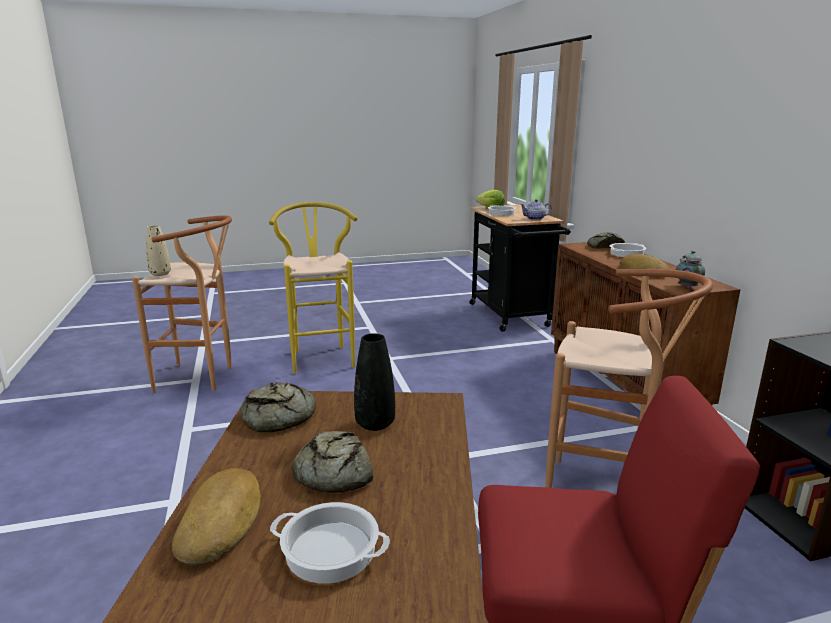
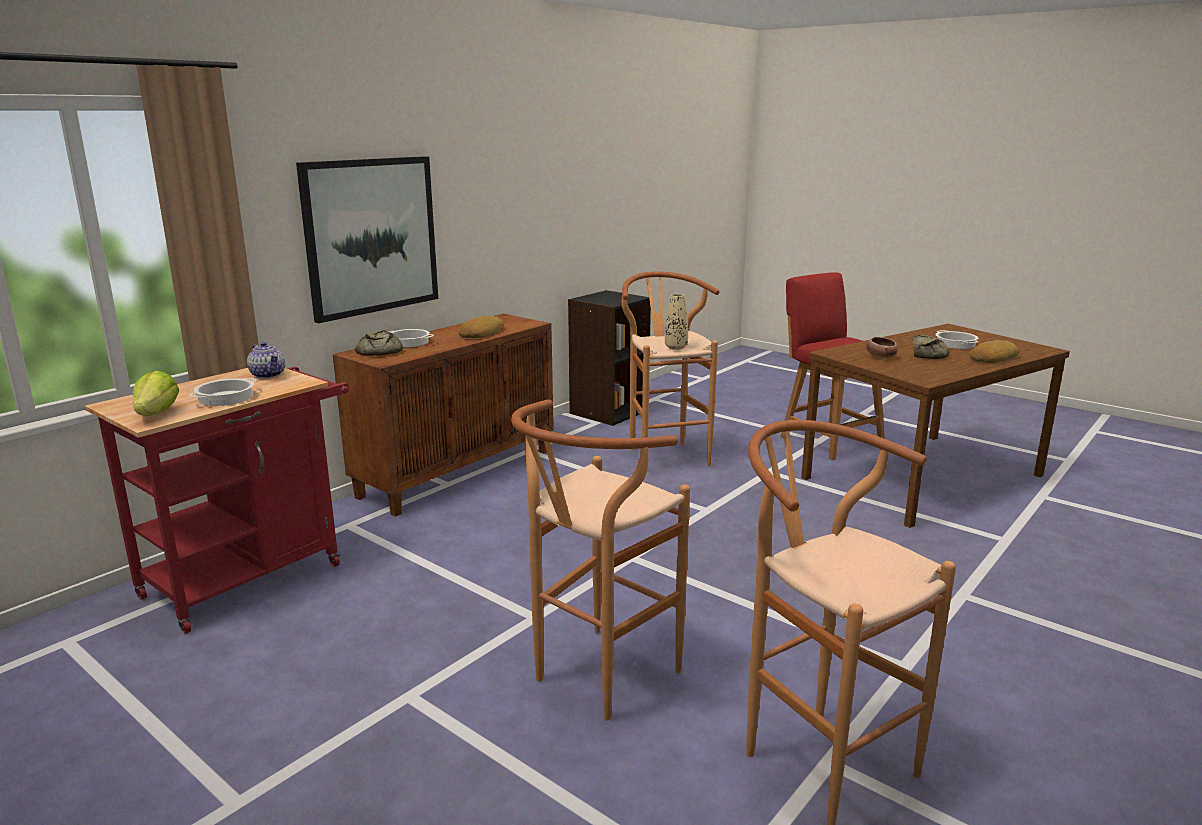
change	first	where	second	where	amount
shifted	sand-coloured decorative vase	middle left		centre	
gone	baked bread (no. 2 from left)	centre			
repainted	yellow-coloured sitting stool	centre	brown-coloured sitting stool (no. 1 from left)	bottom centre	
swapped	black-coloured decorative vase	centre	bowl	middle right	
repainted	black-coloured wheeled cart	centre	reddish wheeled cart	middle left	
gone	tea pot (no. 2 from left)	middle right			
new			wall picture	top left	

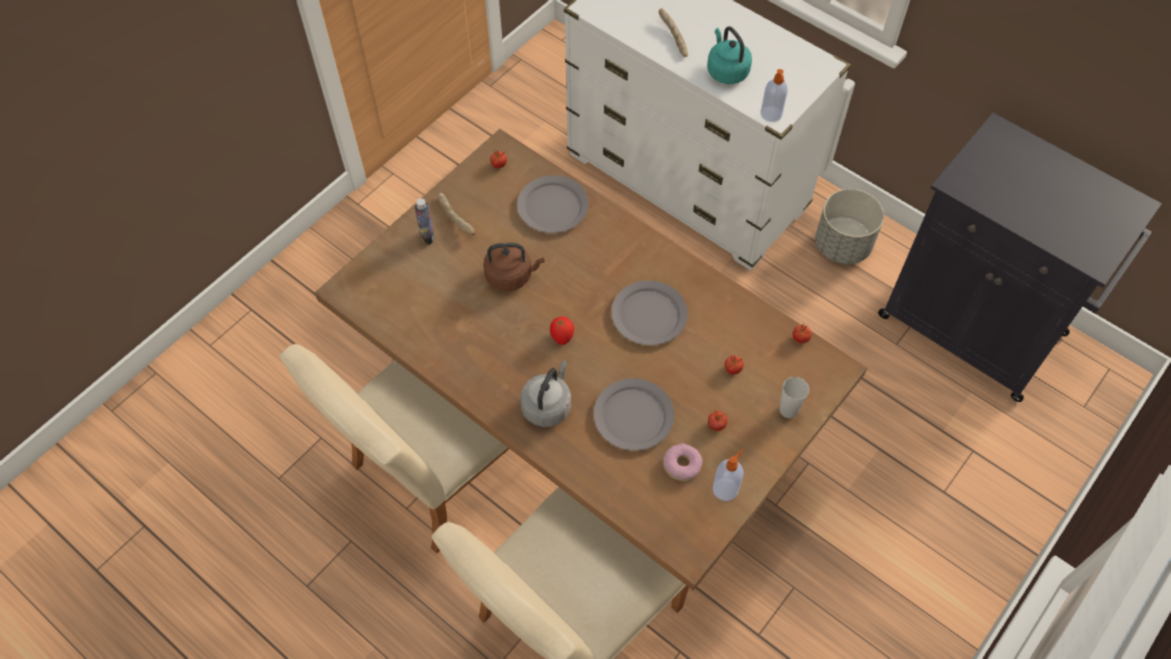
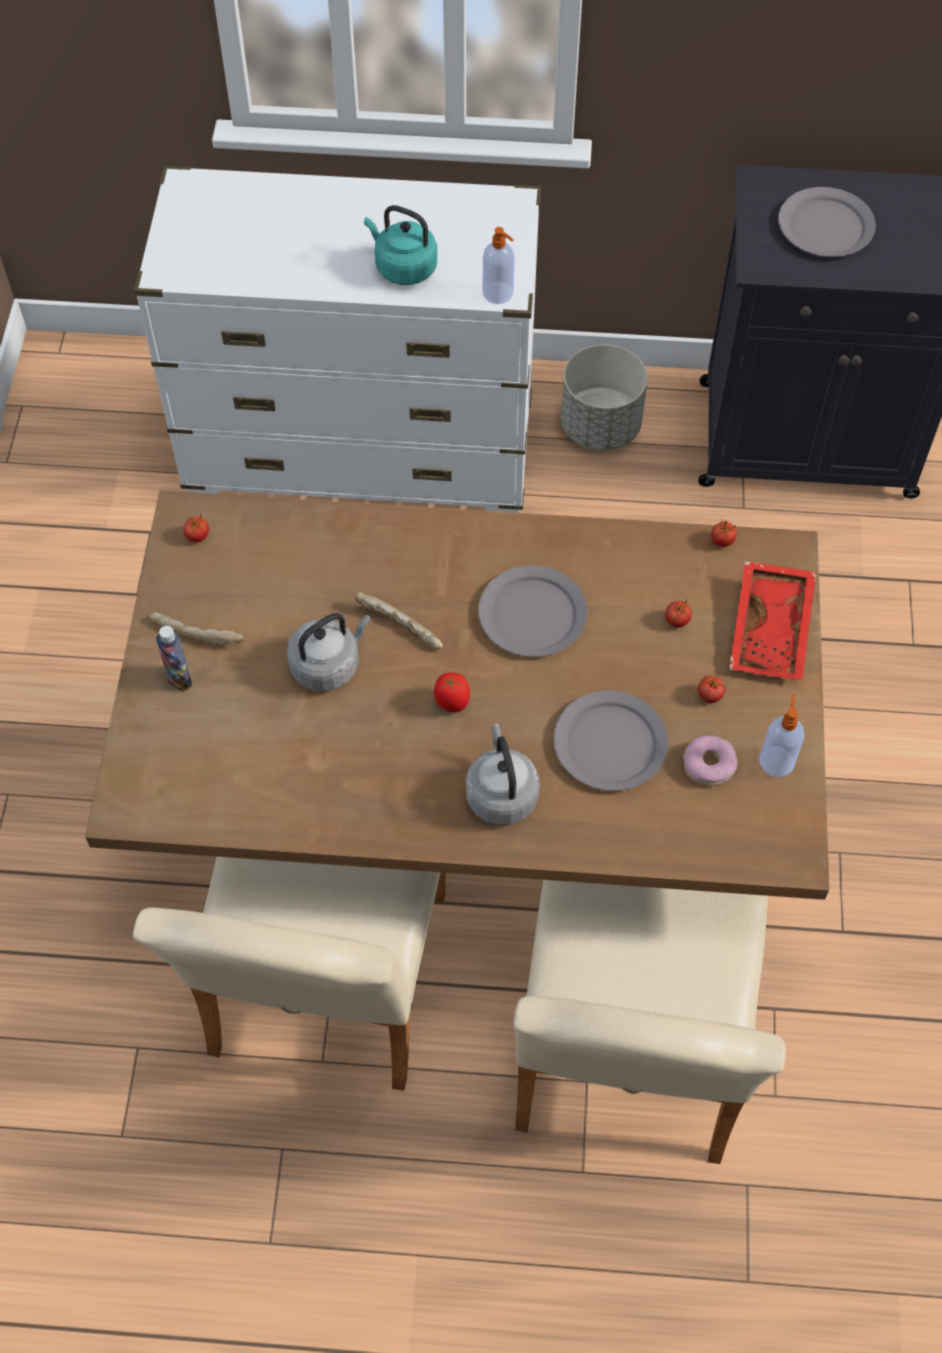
change	first	where	second	where	amount
repainted	brown-coloured kettle	centre	greyish kettle (no. 1 from left)	centre	
shifted	greyish plate (no. 1 from left in the first image)	top centre	greyish plate (no. 3 from left)	top right	
shifted	baked bread (no. 2 from left)	top centre		centre	
swapped	drinking cup	middle right	reddish serving tray	middle right	

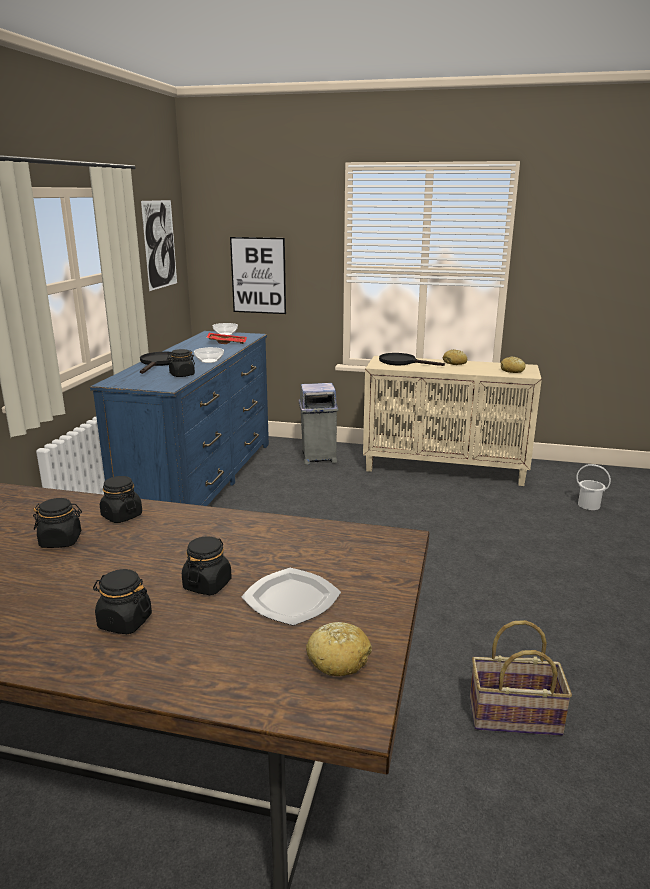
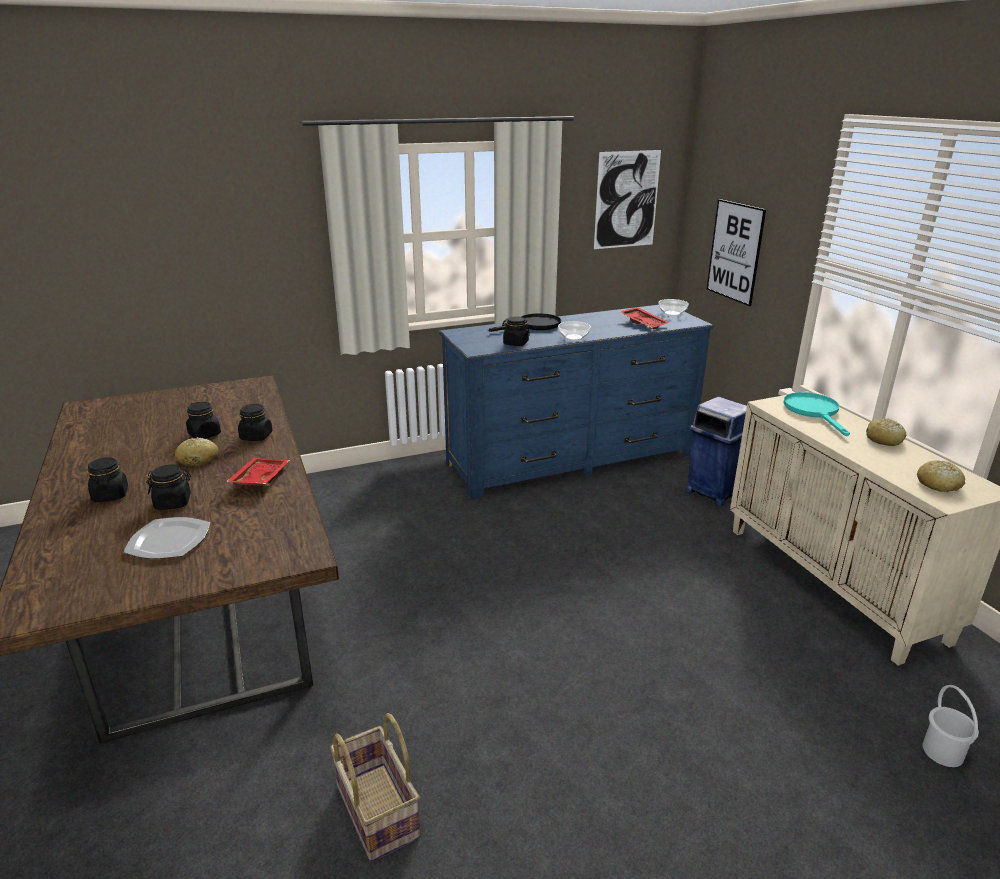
change	first	where	second	where	amount
repainted	greyish waste bin	centre	blue-coloured waste bin	middle right	
shifted	baked bread (no. 1 from left)	bottom centre		middle left	
repainted	black-coloured pan (no. 2 from left)	centre	turquoise pan	middle right	
new			reddish serving tray (no. 1 from left)	middle left	

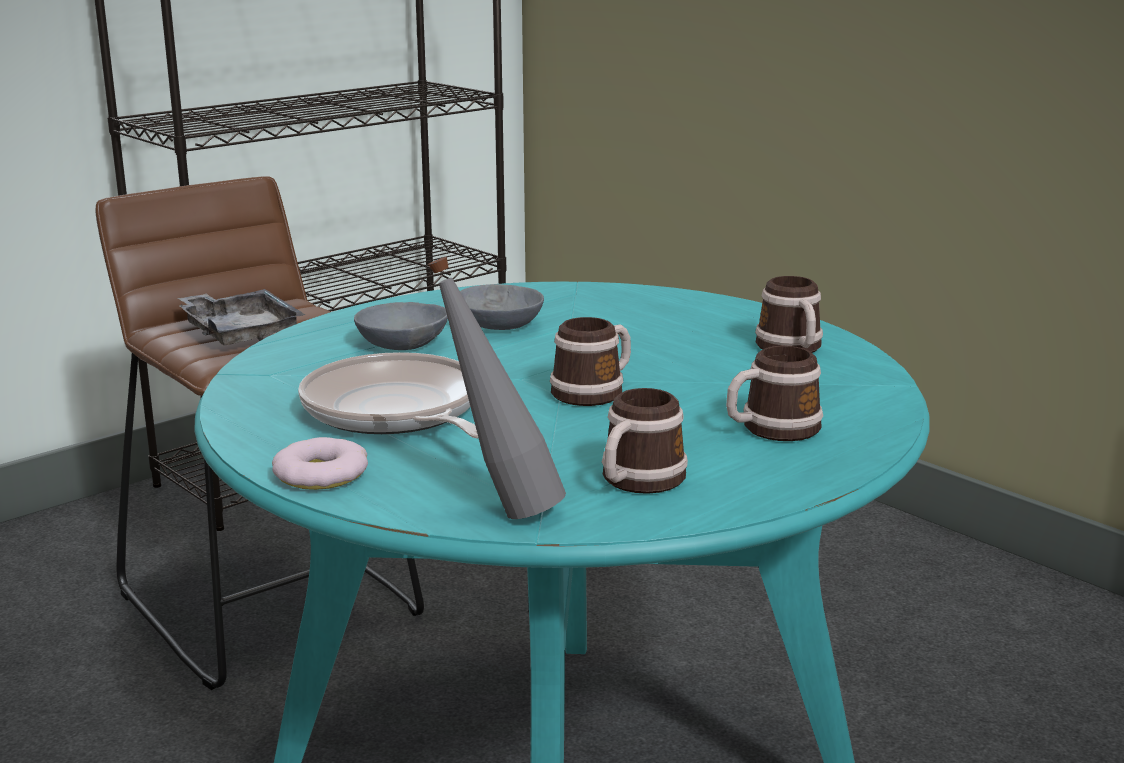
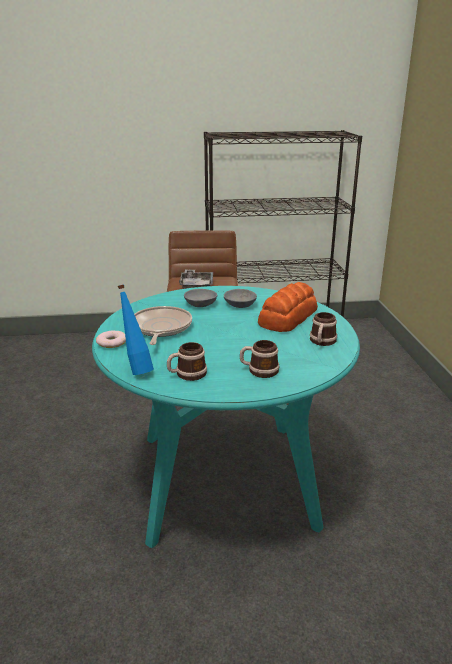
change	first	where	second	where	amount
repainted	greyish bottle	centre	blue-coloured bottle	middle left	
gone	coffee mug (no. 1 from left)	centre			
new			baked bread	centre	

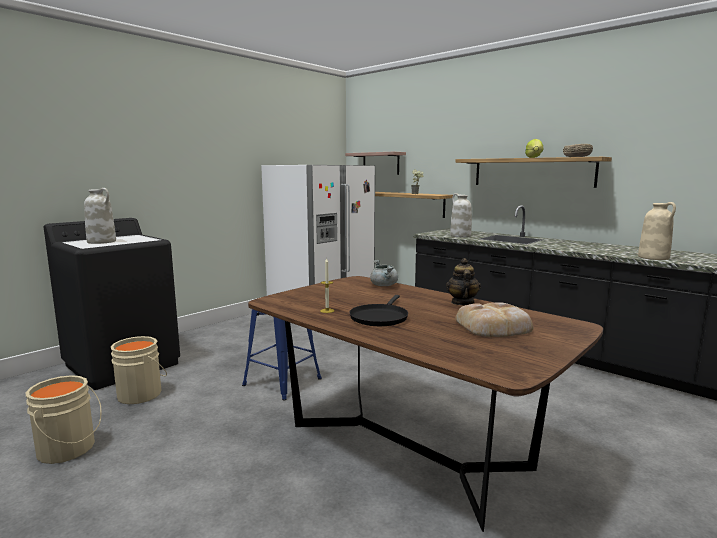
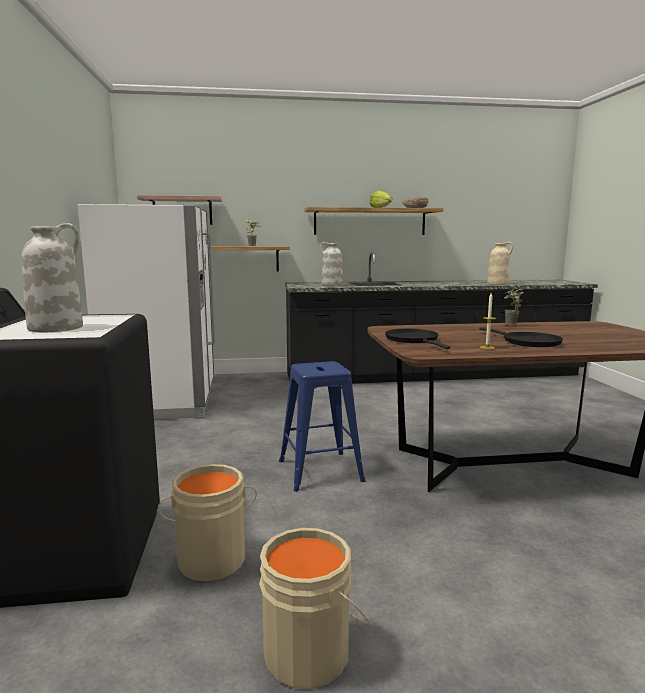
change	first	where	second	where	amount
gone	greyish stockpot	centre			
swapped	tea pot	centre	plant in a pot (no. 2 from left)	middle right	
gone	baked bread	middle right			
new			black-coloured pan (no. 1 from left)	centre	

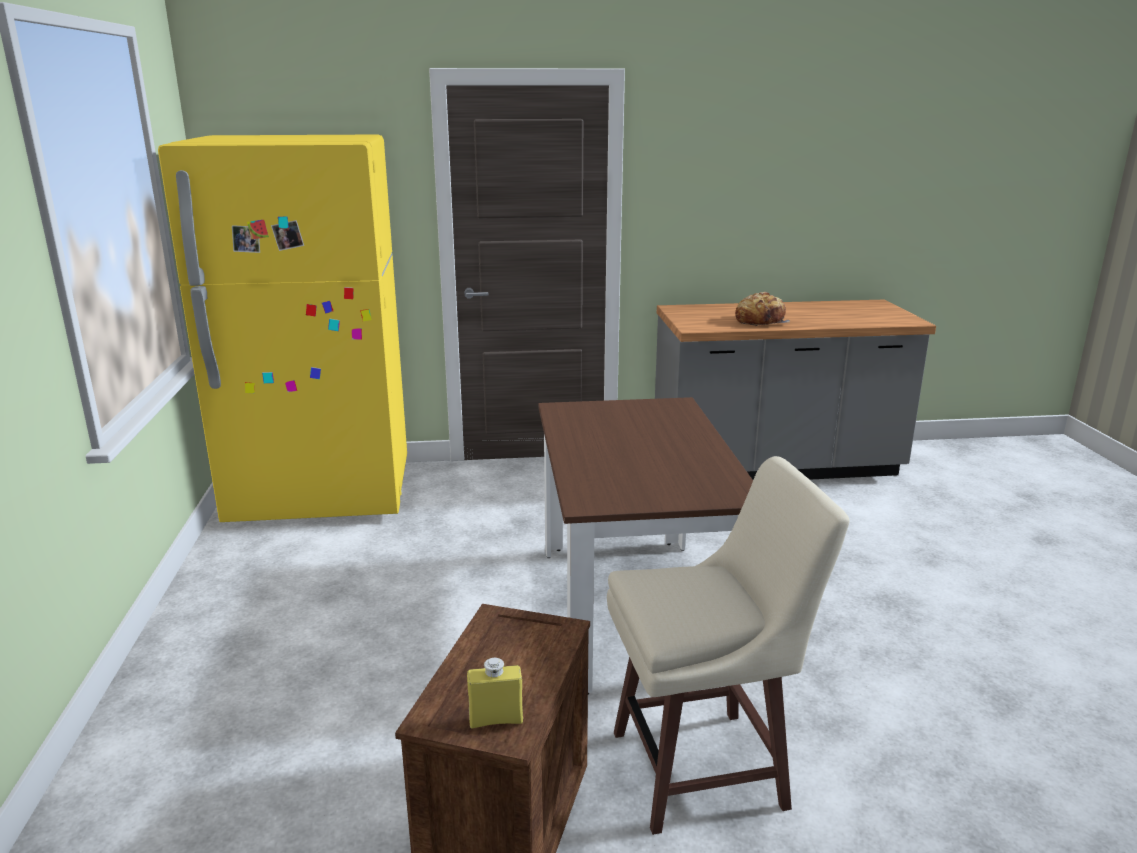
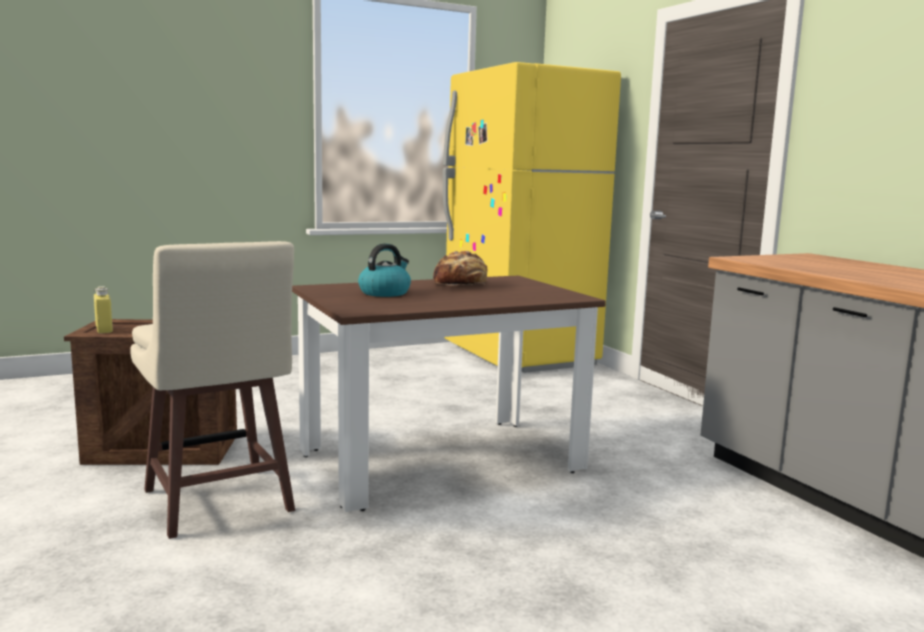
change	first	where	second	where	amount
shifted	baked bread	middle right		centre	
new			kettle	centre	

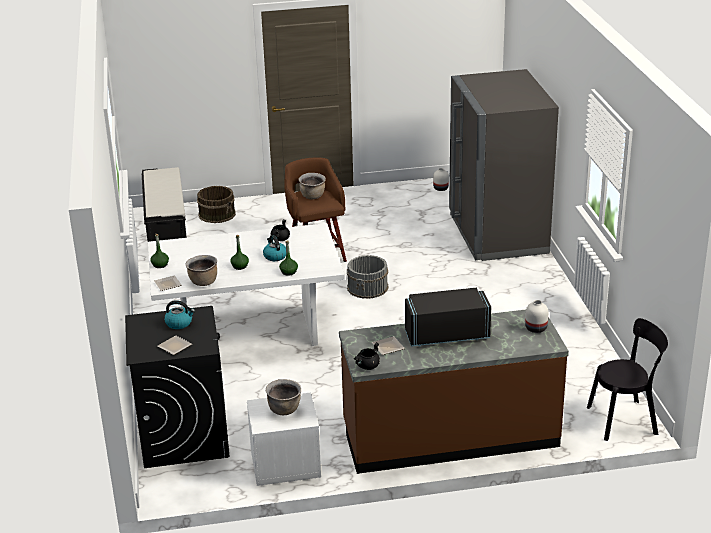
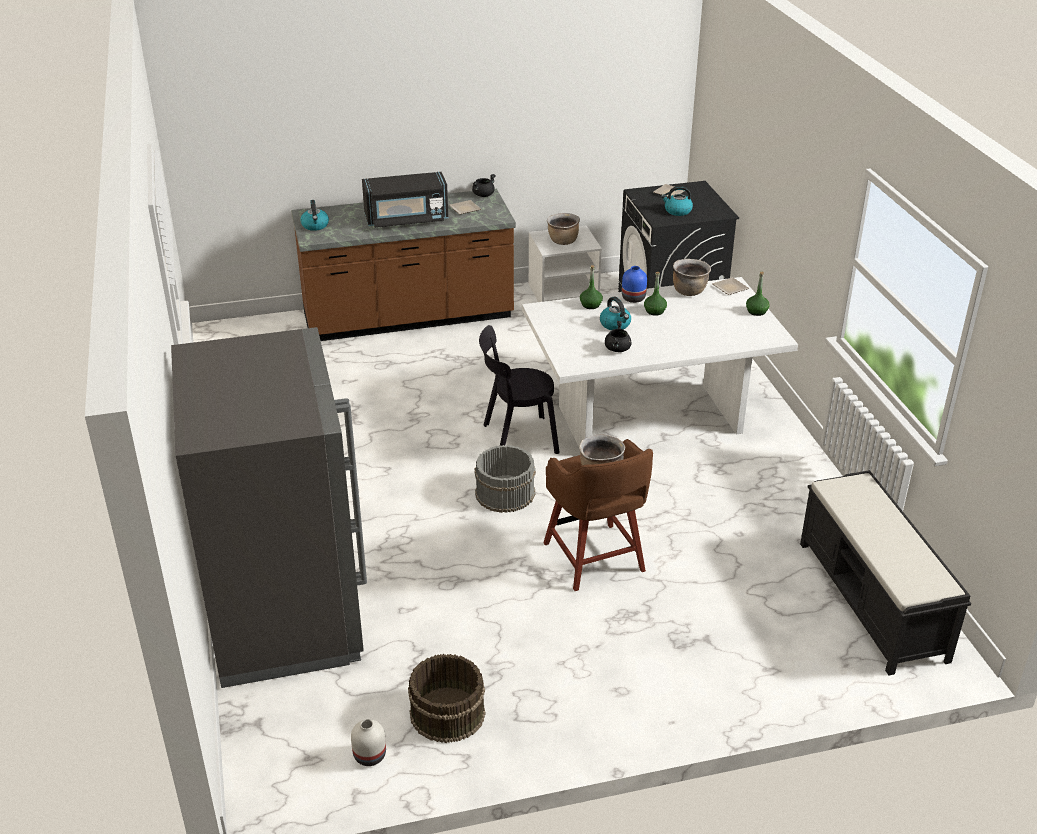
change	first	where	second	where	amount
shifted	brown-coloured water bucket	middle left		bottom centre	
swapped	whitish decorative vase (no. 2 from left)	middle right	kettle (no. 1 from left)	top left	
shifted	black-coloured chair	bottom right		centre	
new			blue-coloured decorative vase	centre	

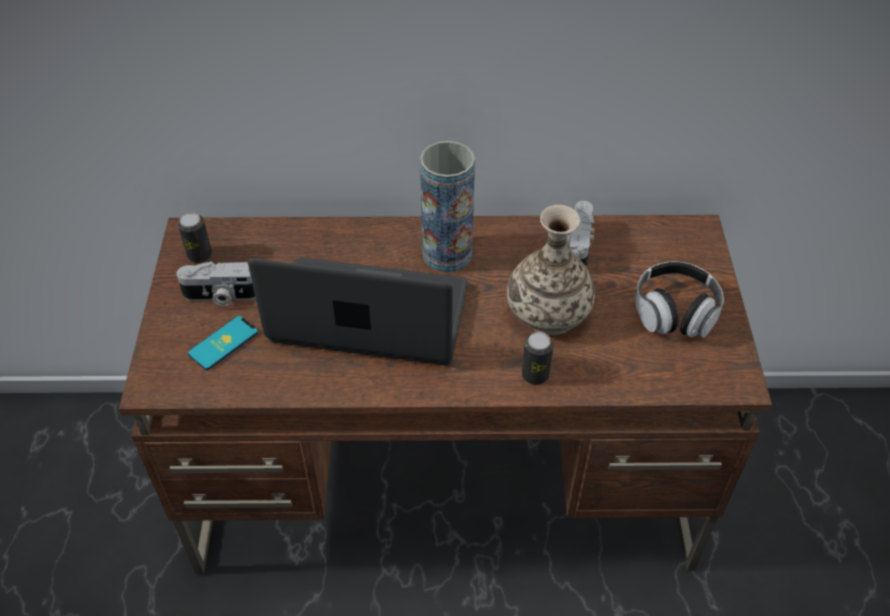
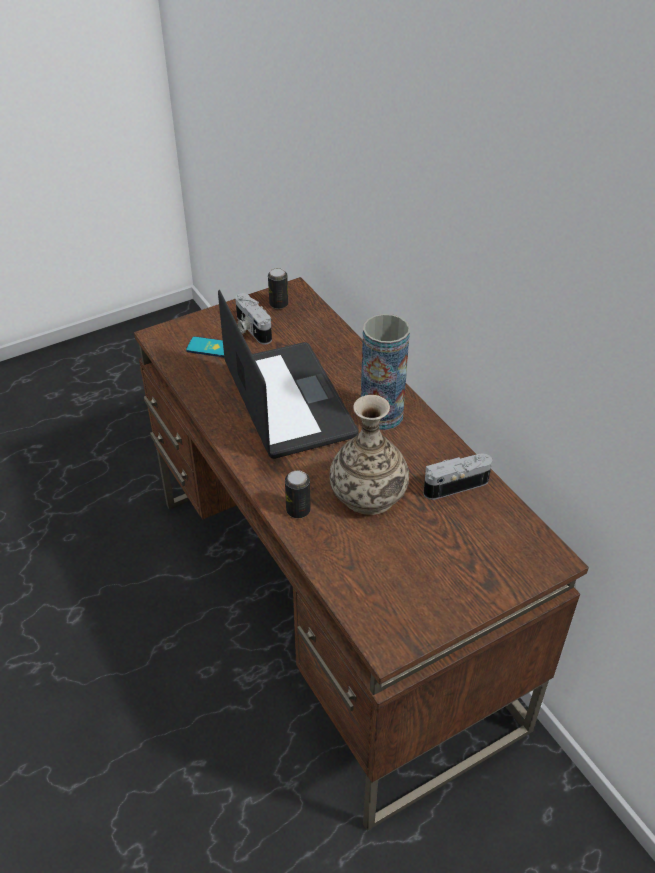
change	first	where	second	where	amount
gone	headphones	middle right			

